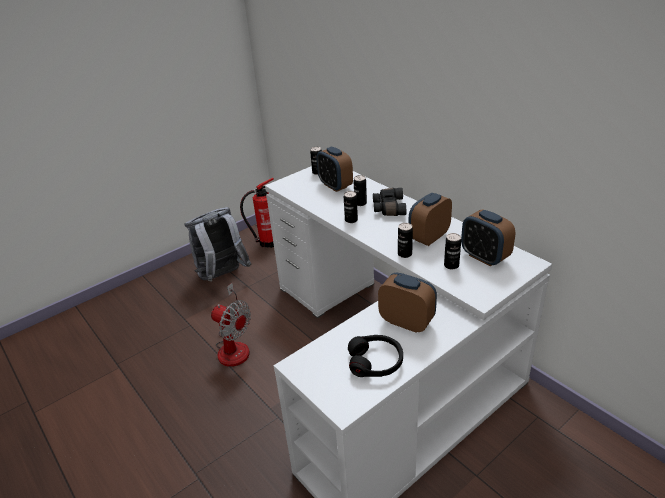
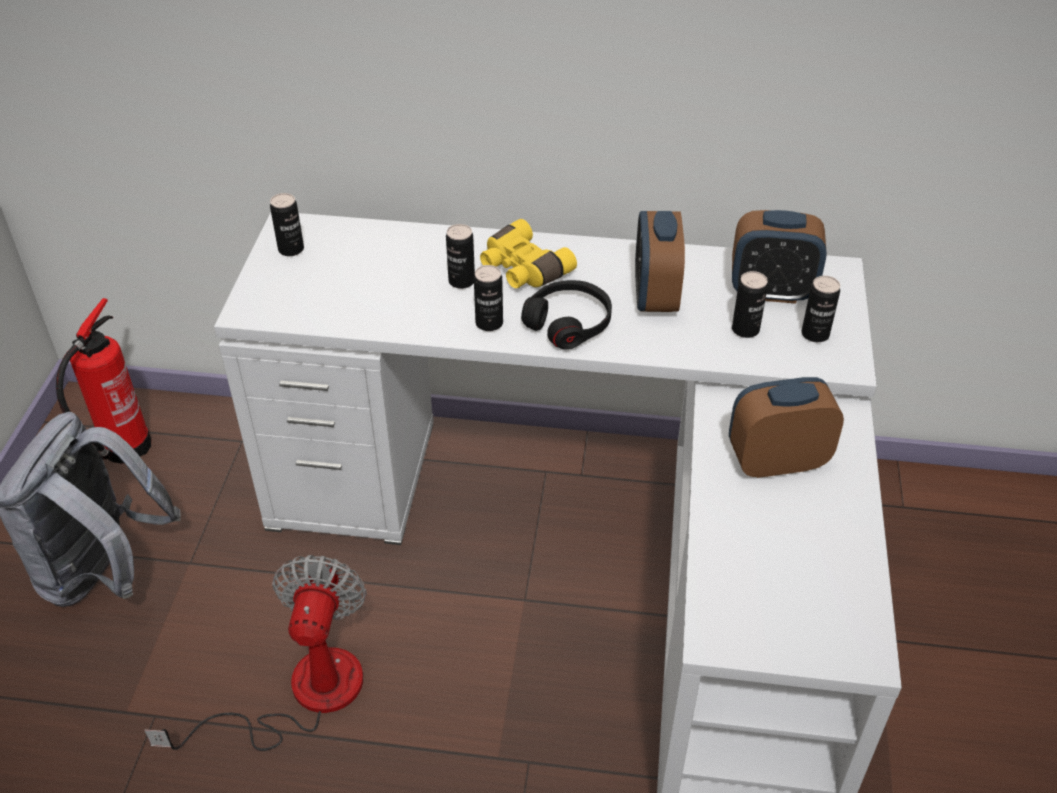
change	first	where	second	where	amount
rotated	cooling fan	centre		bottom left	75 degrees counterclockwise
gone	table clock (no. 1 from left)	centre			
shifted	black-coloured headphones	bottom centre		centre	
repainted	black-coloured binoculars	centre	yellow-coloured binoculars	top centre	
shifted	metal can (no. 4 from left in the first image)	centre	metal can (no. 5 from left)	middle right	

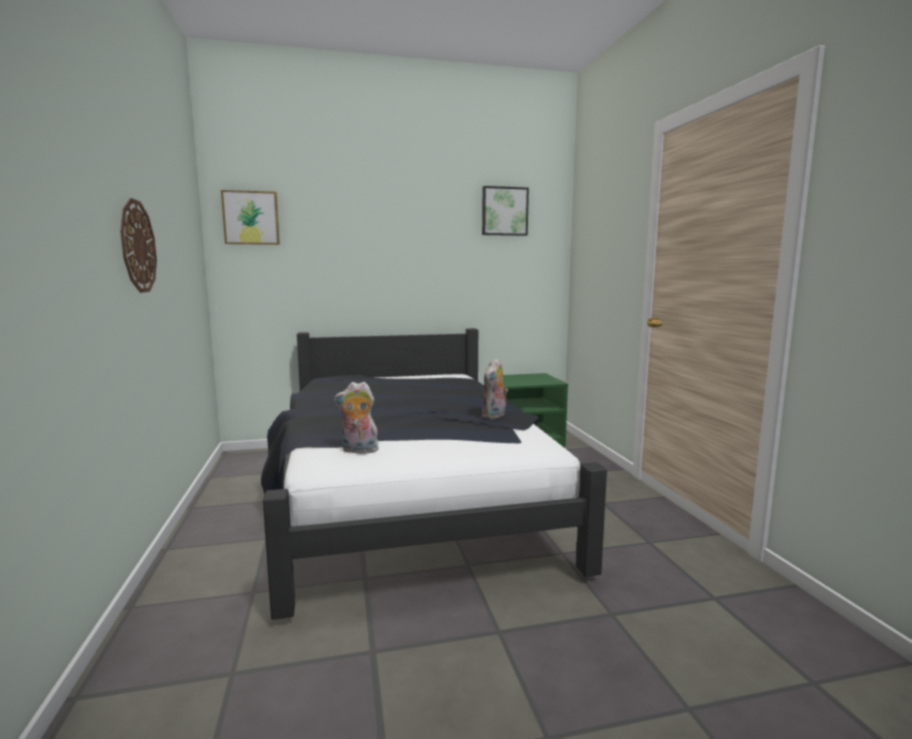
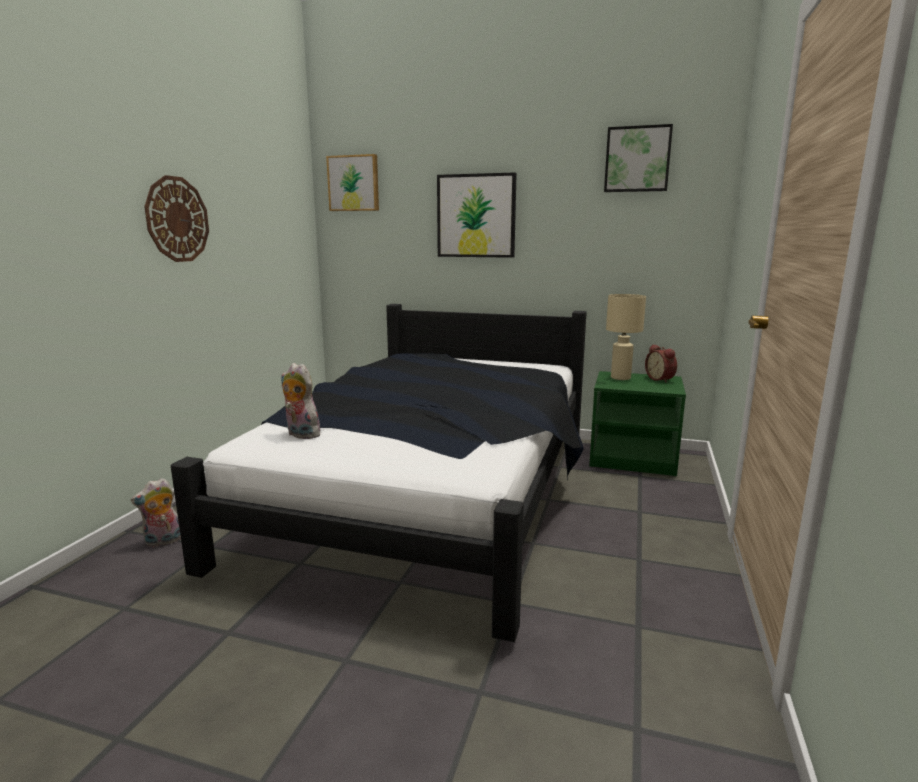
change	first	where	second	where	amount
shifted	cuddly toy (no. 2 from left in the first image)	centre	cuddly toy (no. 1 from left)	middle left	
new			wall picture (no. 2 from left)	top centre	
new			sand-coloured lamp for a table	middle right	
new			table clock	middle right	

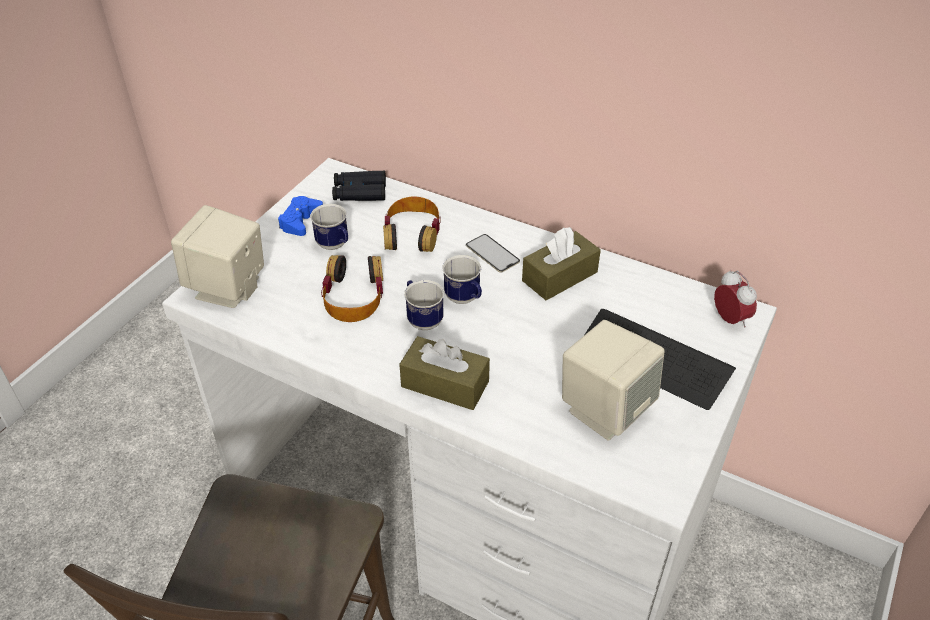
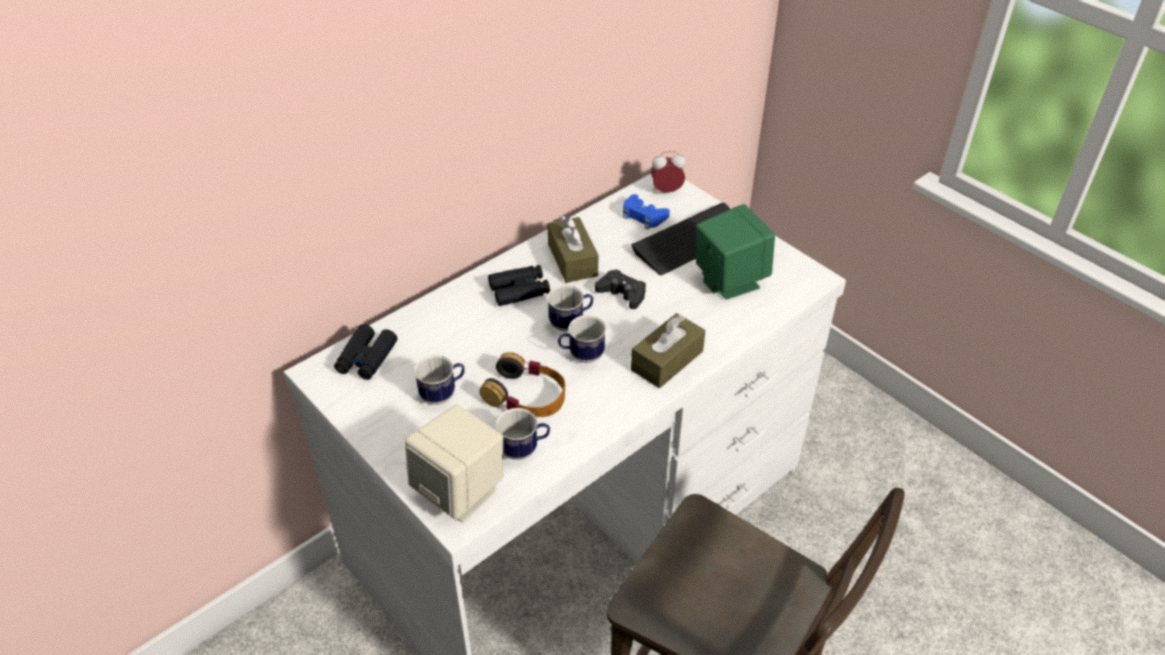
change	first	where	second	where	amount
shifted	blue-coloured joypad	middle left		top centre	
gone	headphones (no. 2 from left)	centre			
swapped	handset	centre	black-coloured binoculars (no. 2 from left)	centre	
repainted	sand-coloured loudspeaker (no. 2 from left)	centre	green-coloured loudspeaker	centre	
new			coffee mug (no. 2 from left)	centre	
new			black-coloured joypad	centre	

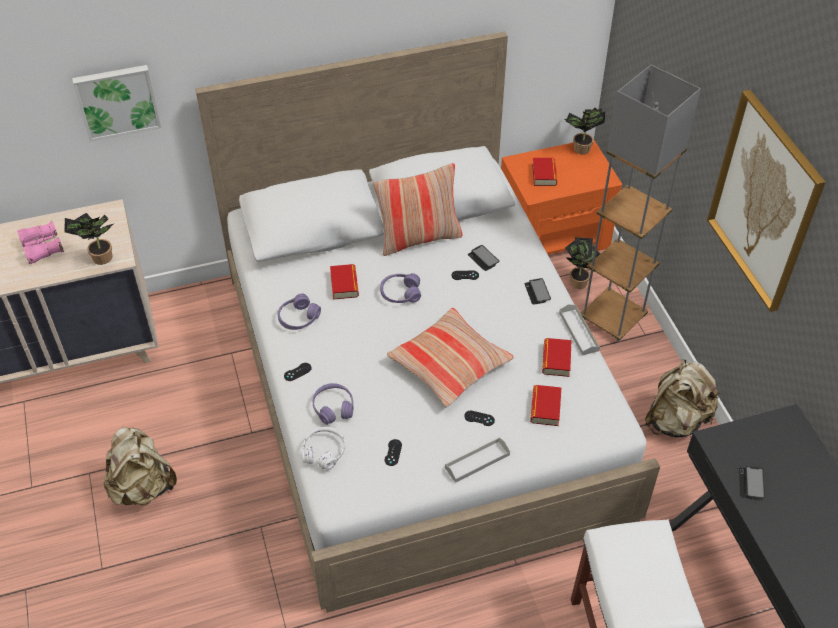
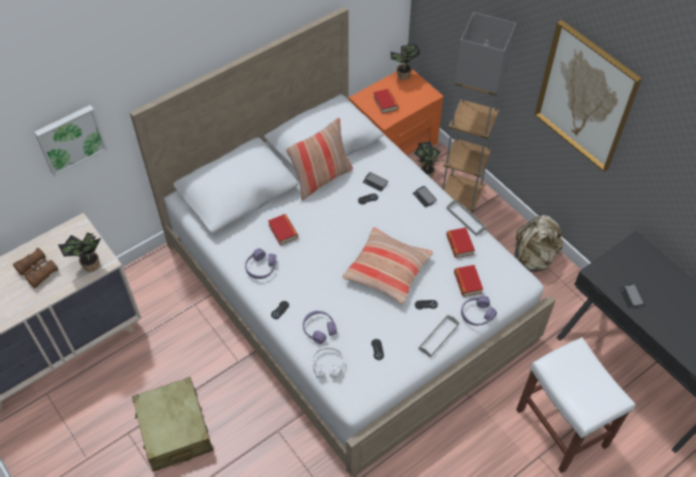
change	first	where	second	where	amount
repainted	pink-coloured binoculars	middle left	brown-coloured binoculars	middle left	
swapped	sand-coloured rucksack (no. 1 from left)	bottom left	sand-coloured travel case	bottom left	
shifted	purple headphones (no. 3 from left)	centre		middle right	

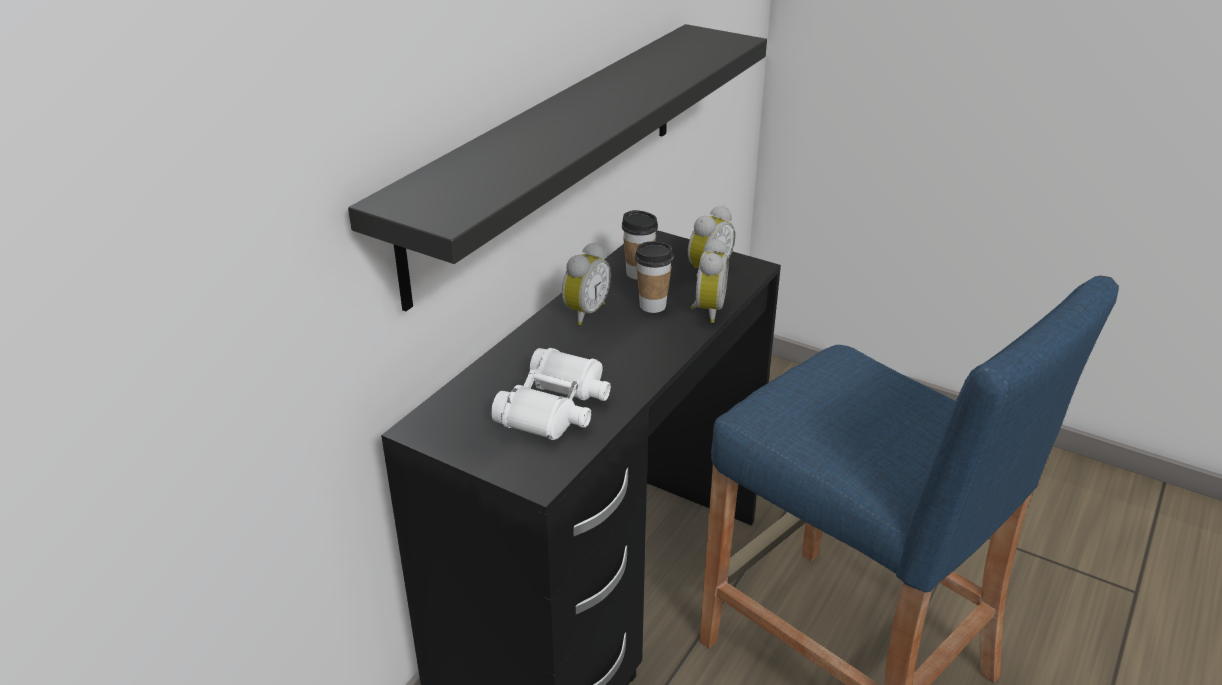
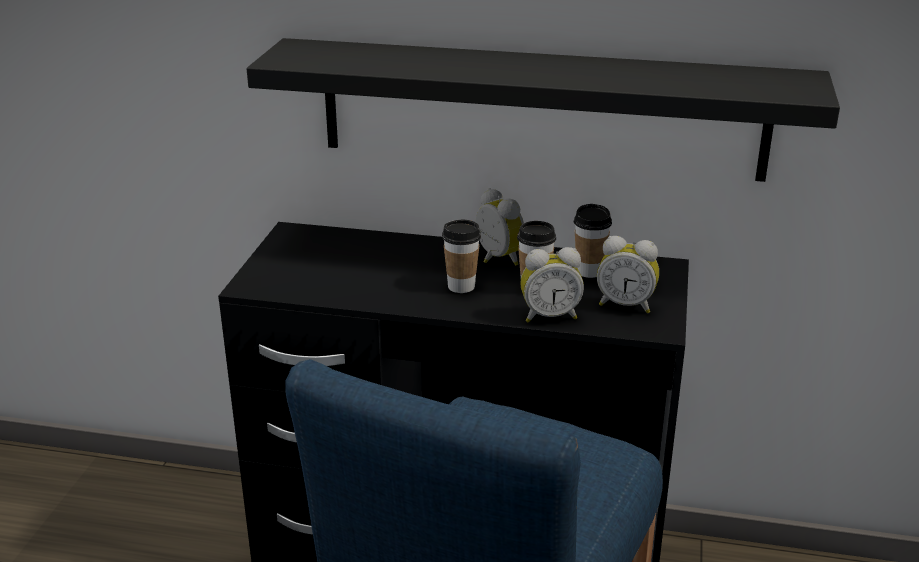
change	first	where	second	where	amount
gone	whitish binoculars	centre			
rotated	table clock (no. 1 from left)	centre		centre	135 degrees counterclockwise
new			drinking cup (no. 1 from left)	centre	

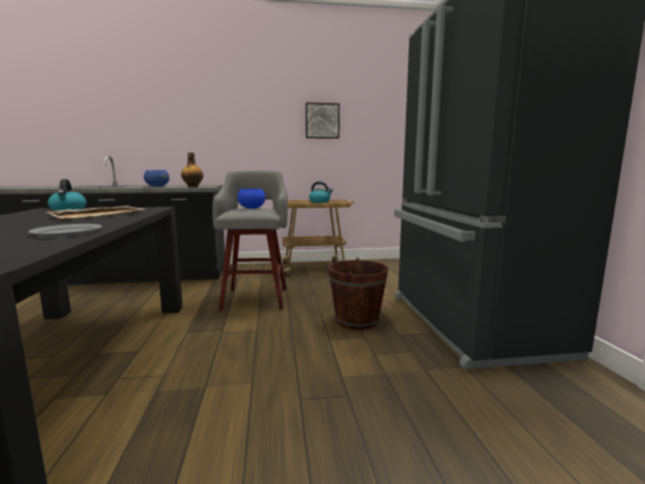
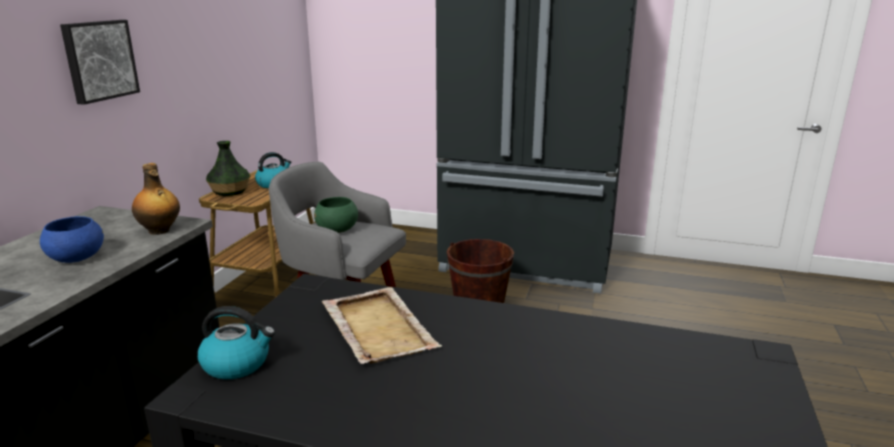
change	first	where	second	where	amount
gone	greyish plate	middle left			
repainted	blue-coloured bowl (no. 2 from left)	centre	green-coloured bowl	centre	
shifted	wall picture	top centre		top left	
new			decorative vase	middle left	

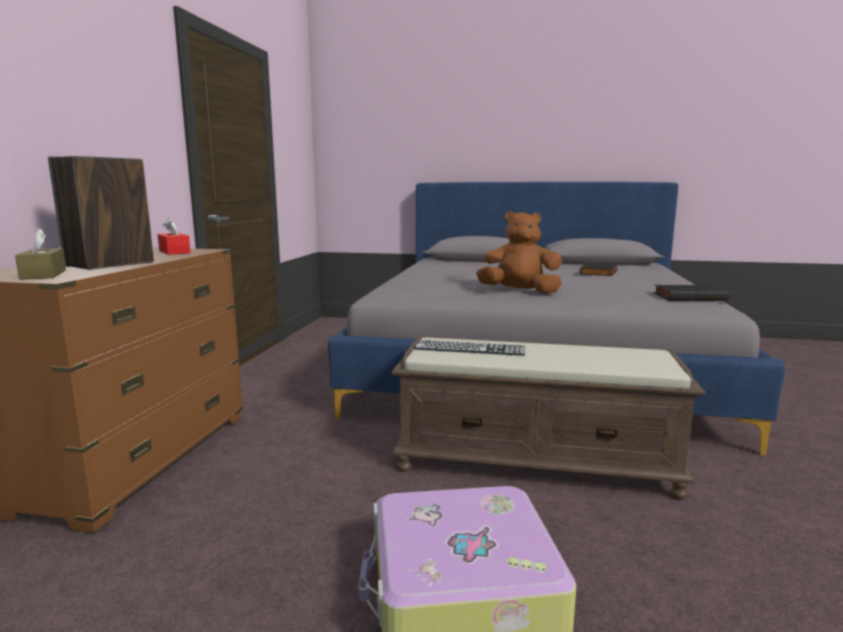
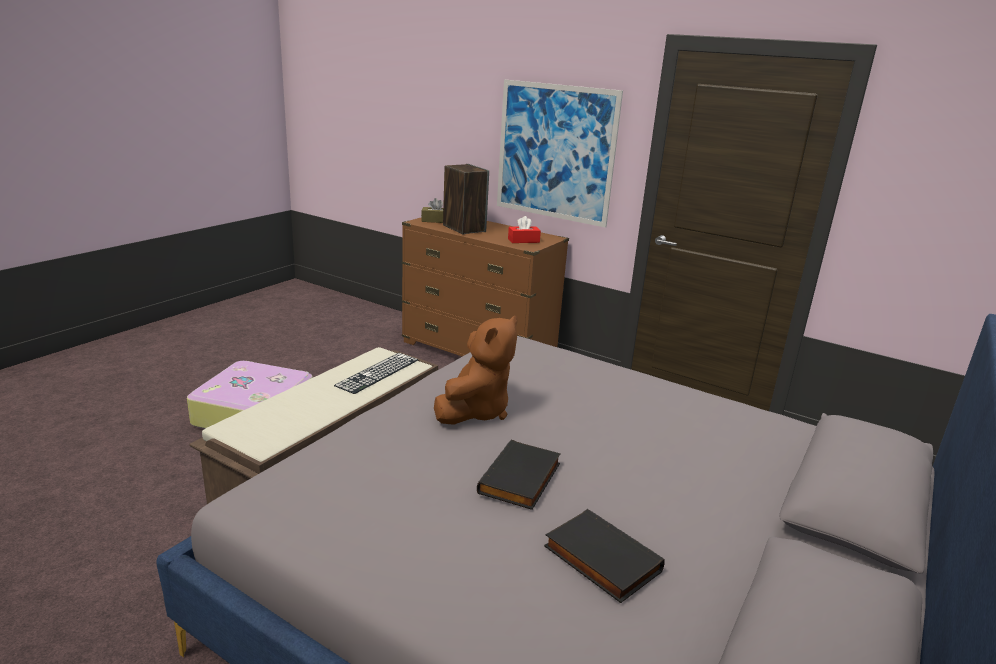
change	first	where	second	where	amount
shifted	black-coloured volume (no. 2 from left in the first image)	middle right	black-coloured volume (no. 1 from left)	bottom centre	
new			wall picture	top centre	

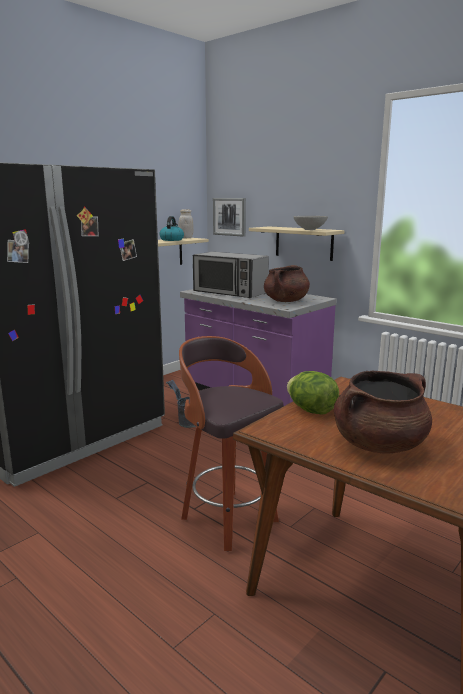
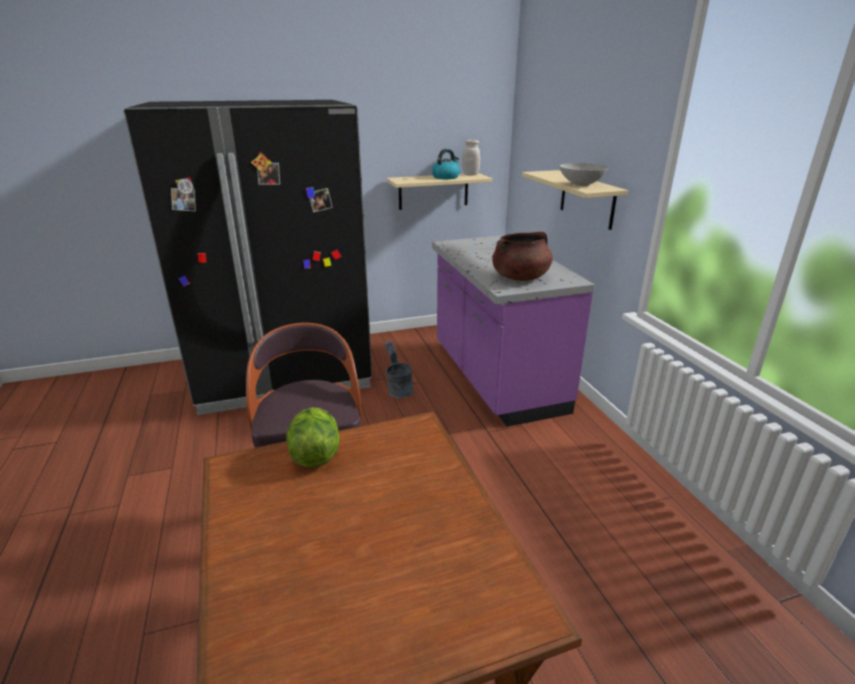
change	first	where	second	where	amount
gone	microwave	centre			
gone	wall picture	top centre			
gone	brown-coloured stockpot (no. 2 from left)	middle right			

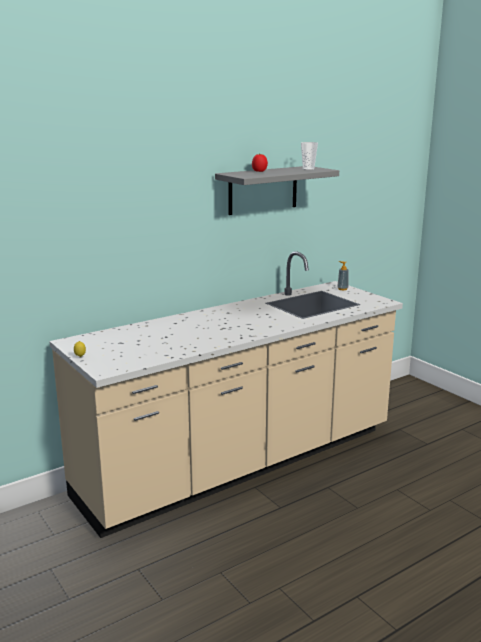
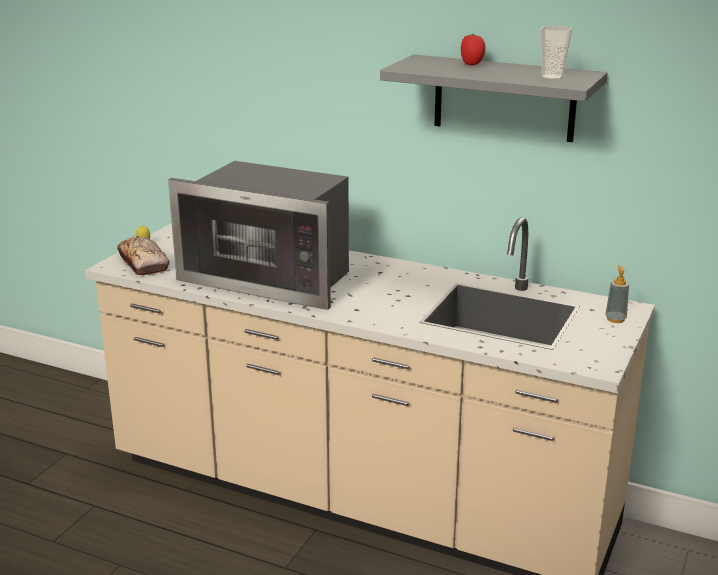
change	first	where	second	where	amount
new			baked bread	middle left	
new			microwave	centre	

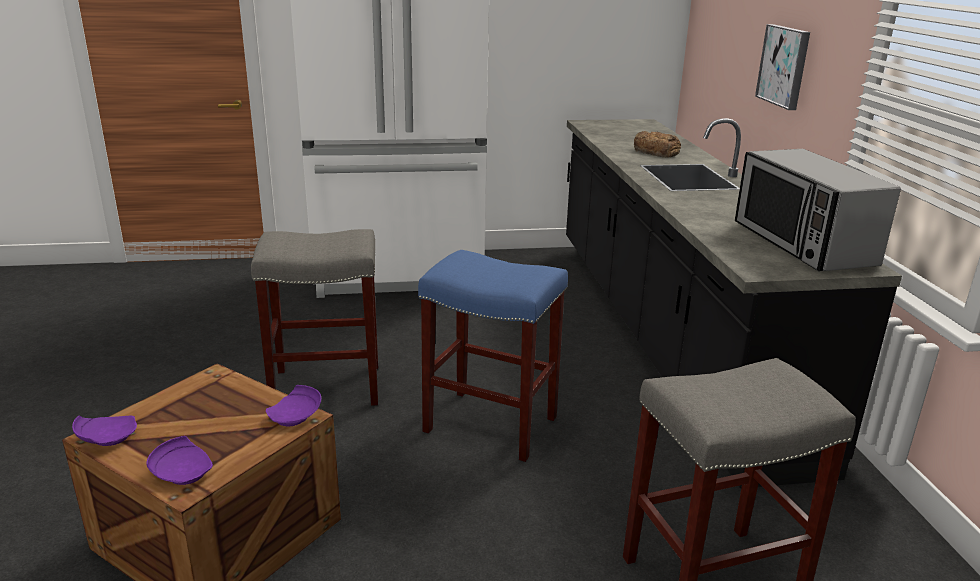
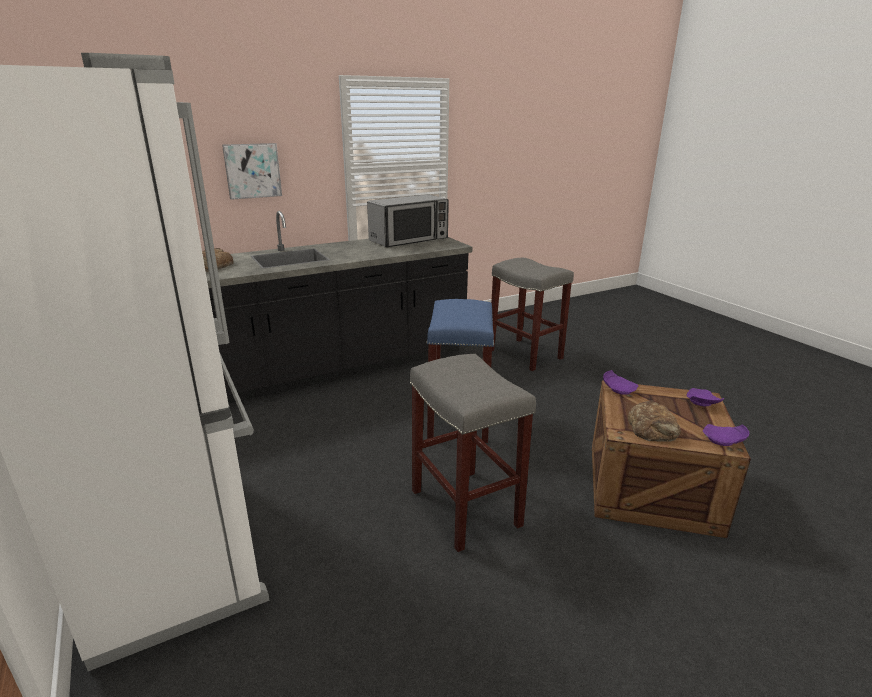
change	first	where	second	where	amount
new			baked bread (no. 2 from left)	middle right	

